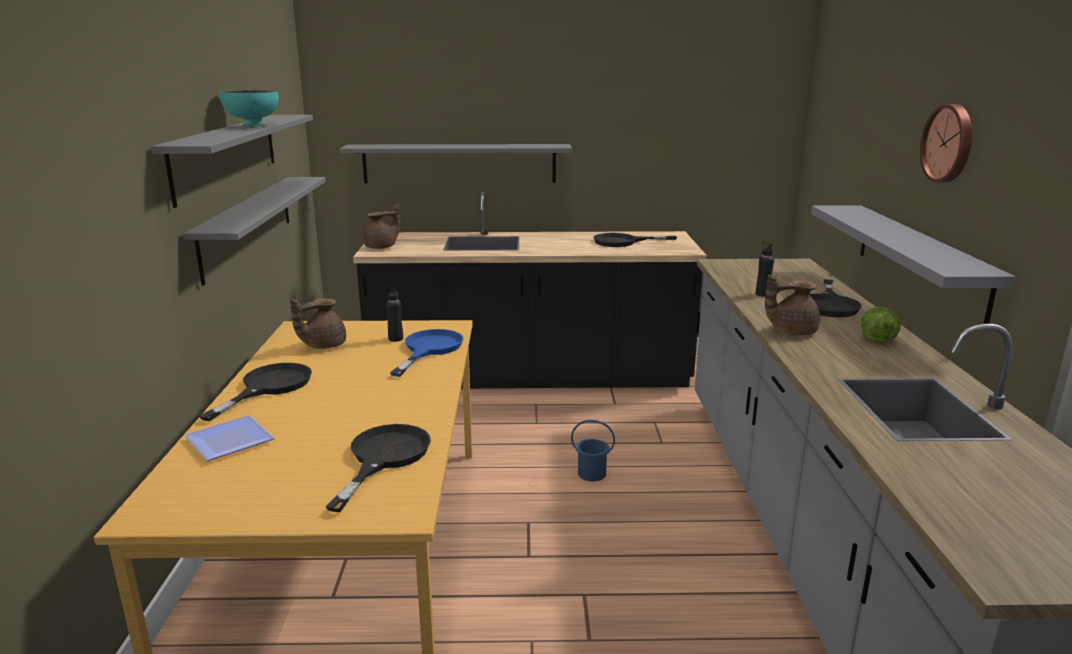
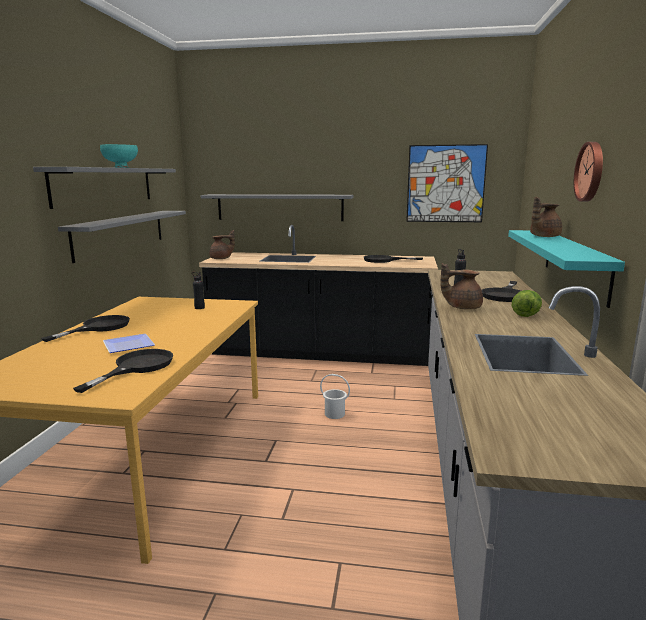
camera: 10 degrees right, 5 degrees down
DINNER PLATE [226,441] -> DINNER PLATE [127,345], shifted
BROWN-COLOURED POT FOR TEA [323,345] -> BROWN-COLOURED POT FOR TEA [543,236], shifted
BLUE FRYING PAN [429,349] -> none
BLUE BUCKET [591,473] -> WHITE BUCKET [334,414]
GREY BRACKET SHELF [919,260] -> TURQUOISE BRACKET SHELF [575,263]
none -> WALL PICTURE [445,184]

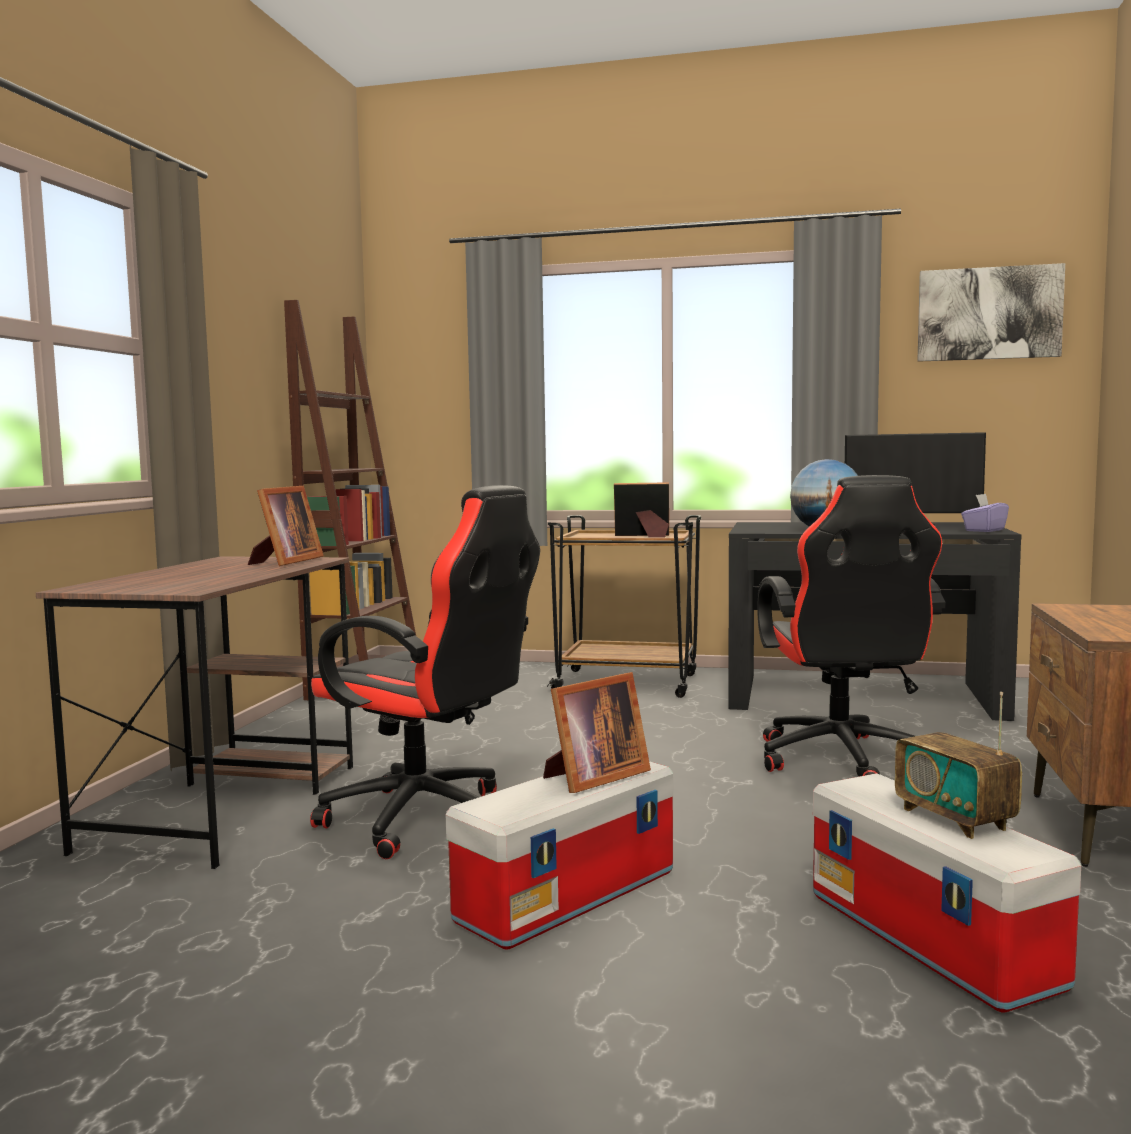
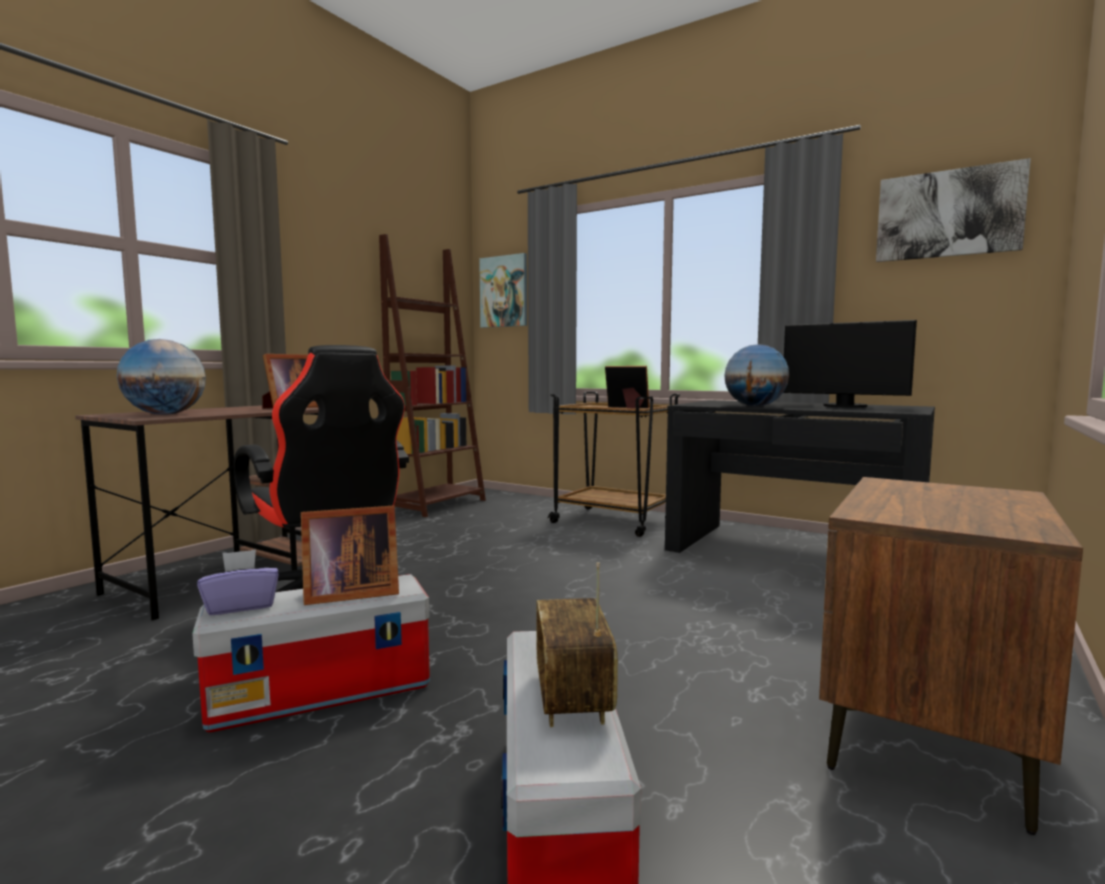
camera: 20 degrees right, 0 degrees up
BLACK-COLOURED DESK CHAIR [842,764] -> none
PURPLISH TISSUE HOLDER [984,530] -> PURPLISH TISSUE HOLDER [241,606], shifted
none -> WORLD GLOBE [165,414]
none -> WALL PICTURE [504,291]

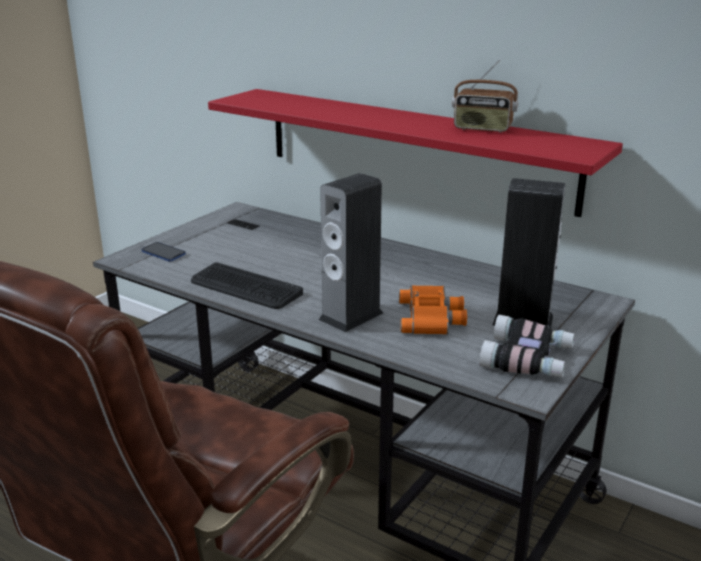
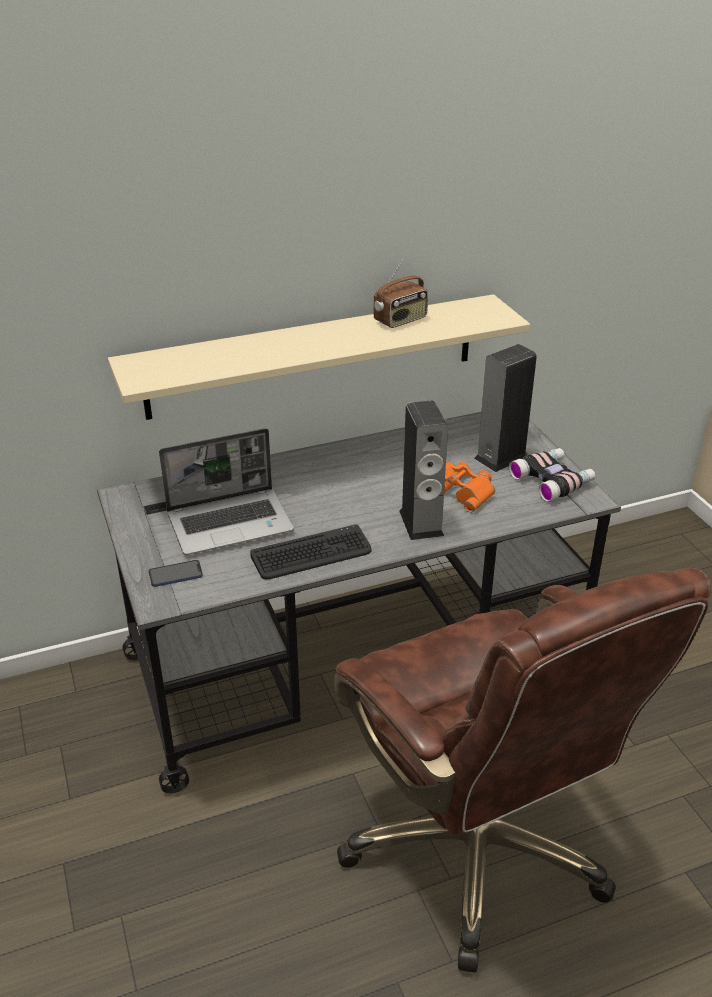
camera: 55 degrees left, 10 degrees up
RED-COLOURED BRACKET SHELF [414,148] -> BEIGE BRACKET SHELF [313,356]
none -> NOTEBOOK COMPUTER [231,522]

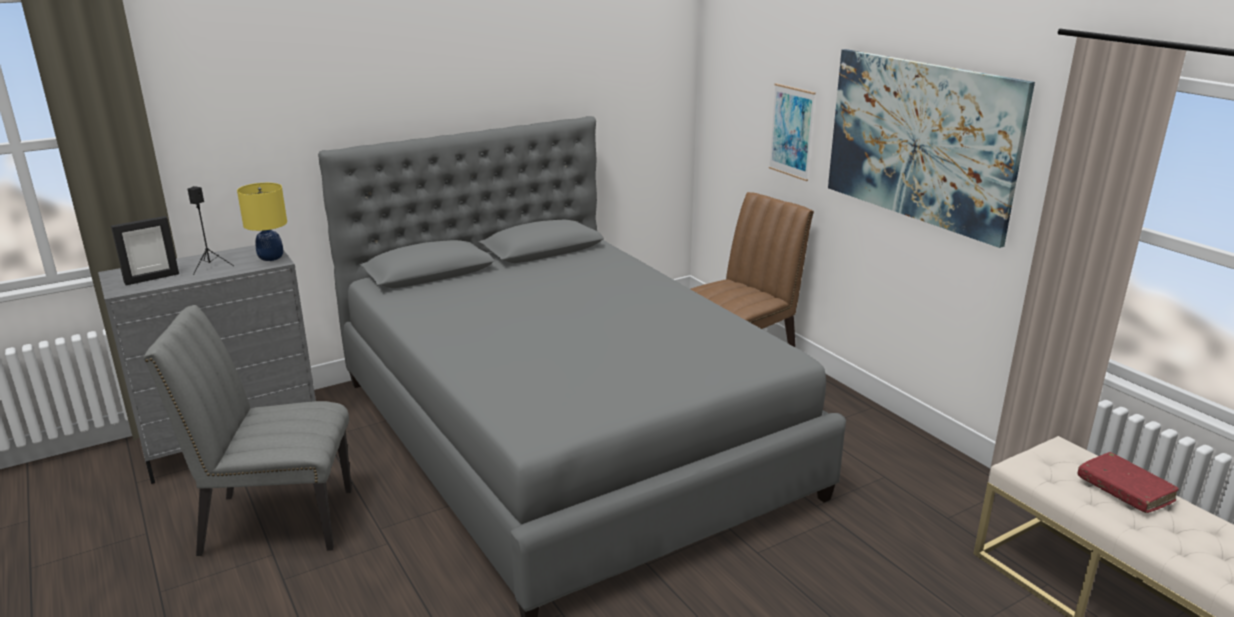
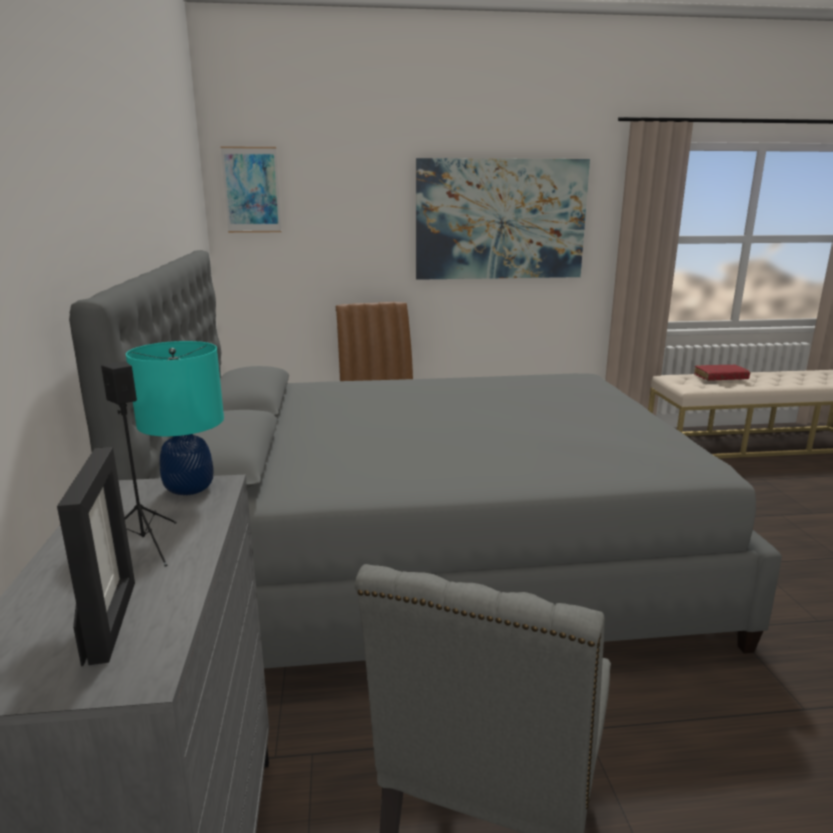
camera: 65 degrees left, 5 degrees down
YELLOW TABLE LAMP [270,258] -> TURQUOISE TABLE LAMP [187,490]
WALL PICTURE [791,131] -> WALL PICTURE [251,190], shifted

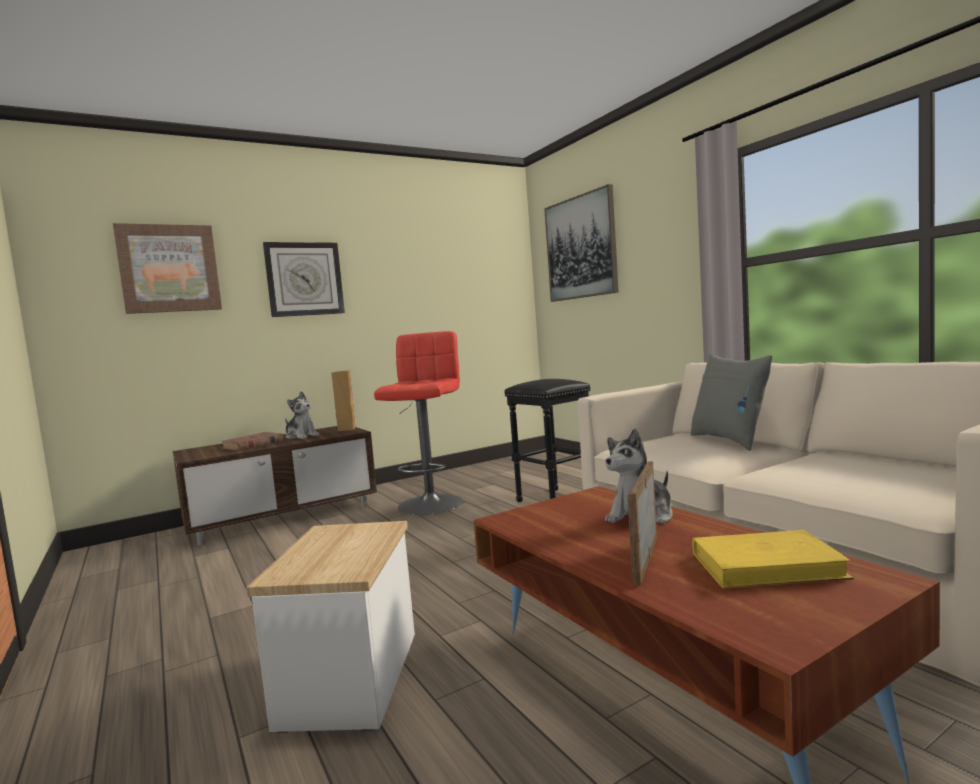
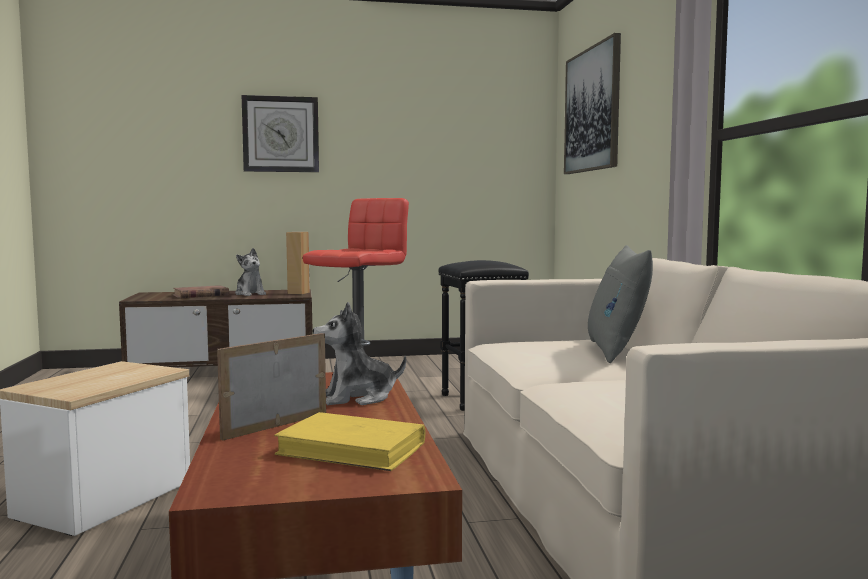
camera: 20 degrees right, 0 degrees up
WALL PICTURE [169,268] -> none

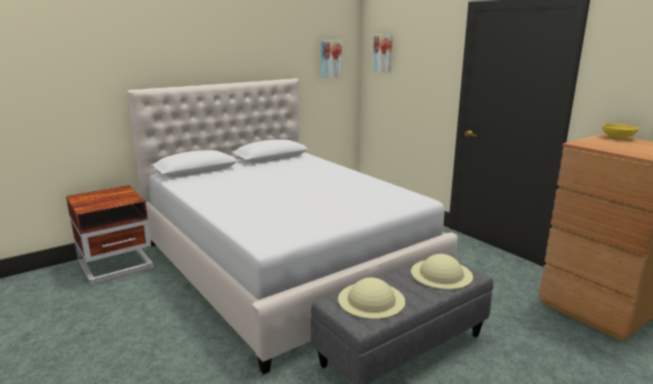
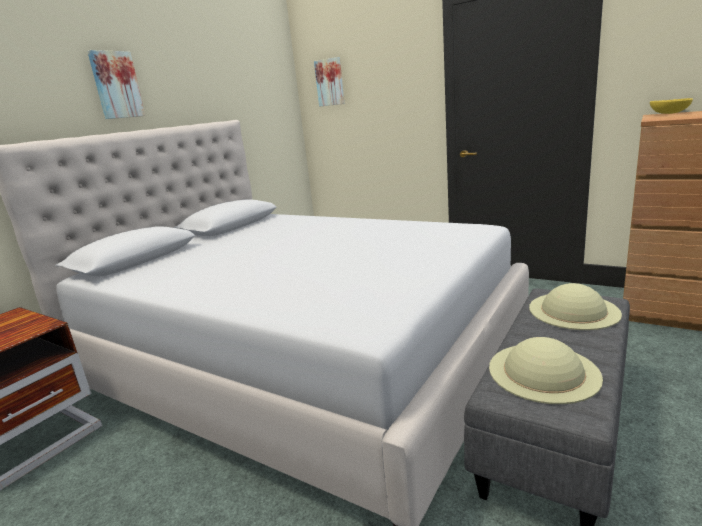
camera: 20 degrees left, 0 degrees up
WALL PICTURE [330,59] -> WALL PICTURE [116,85], shifted

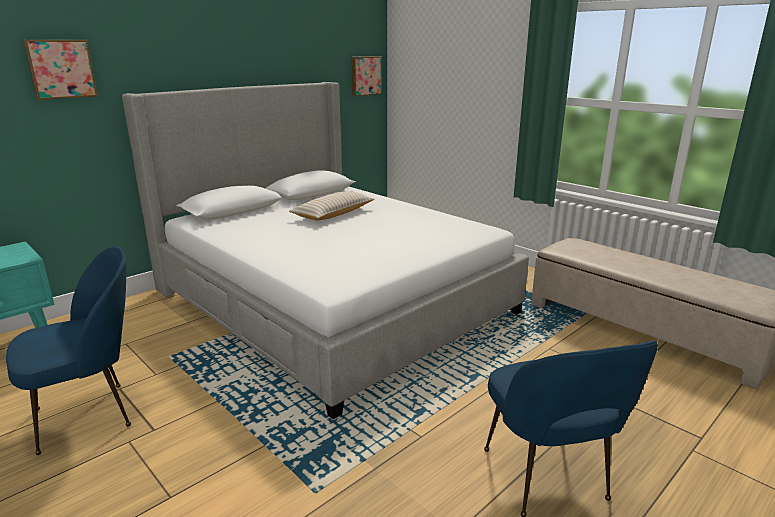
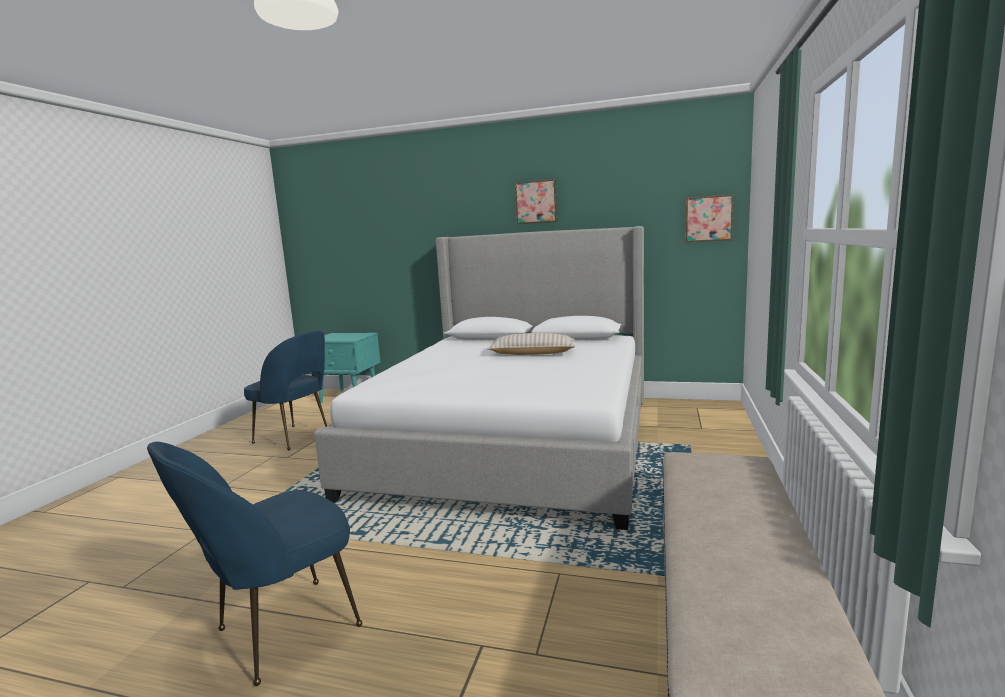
camera: 60 degrees right, 10 degrees down
WALL PICTURE [61,69] -> WALL PICTURE [536,202], shifted

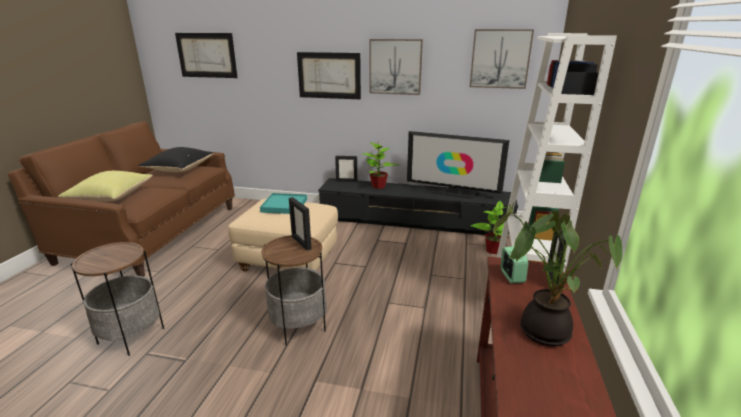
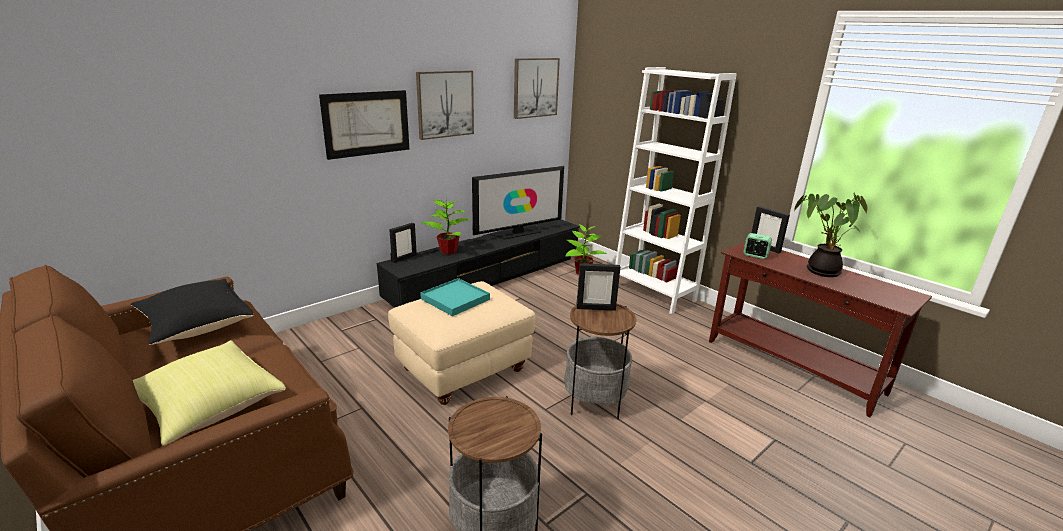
camera: 55 degrees left, 0 degrees up
WALL PICTURE [206,55] -> none

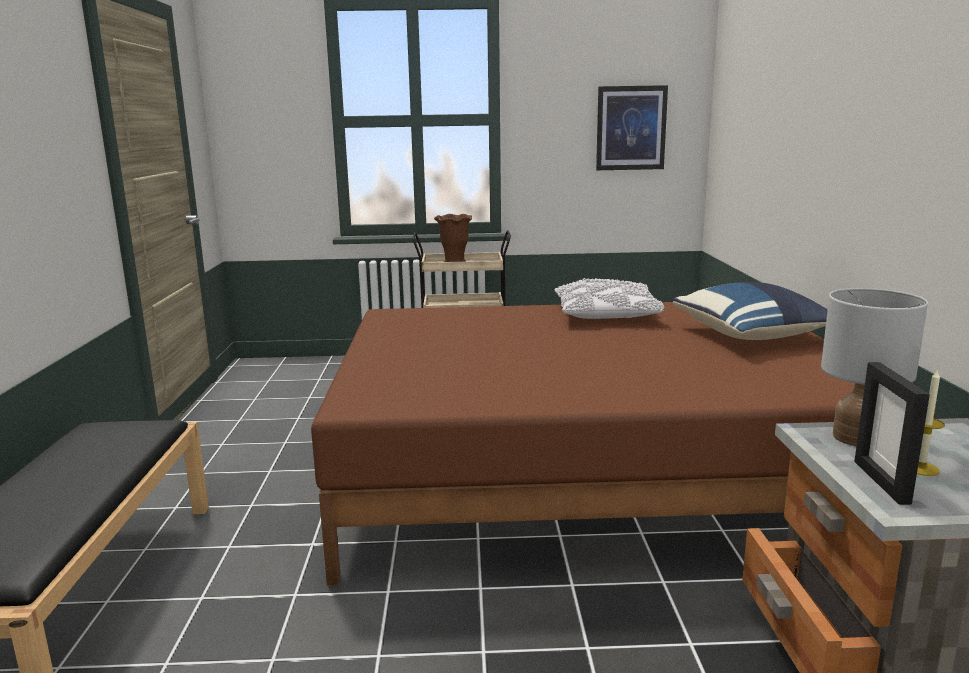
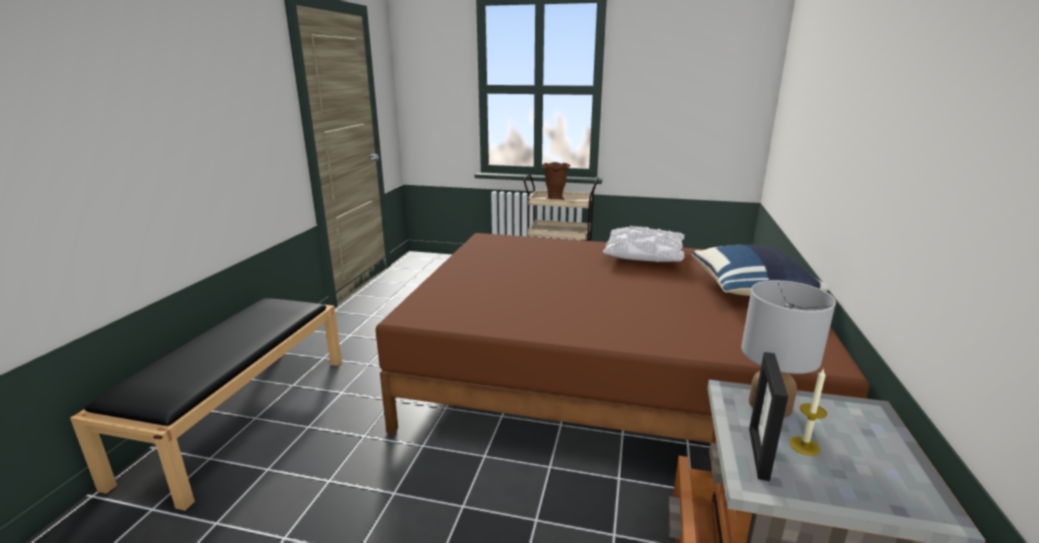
camera: 15 degrees right, 5 degrees up
WALL PICTURE [631,128] -> none

